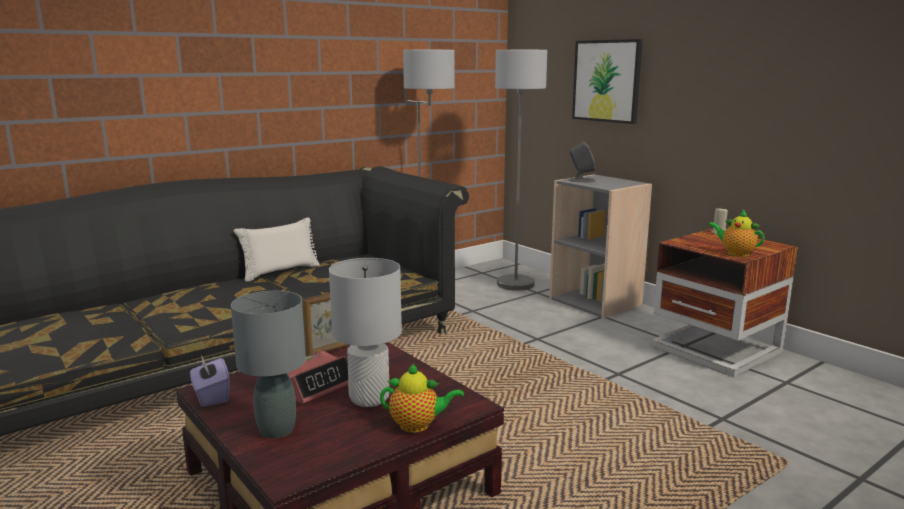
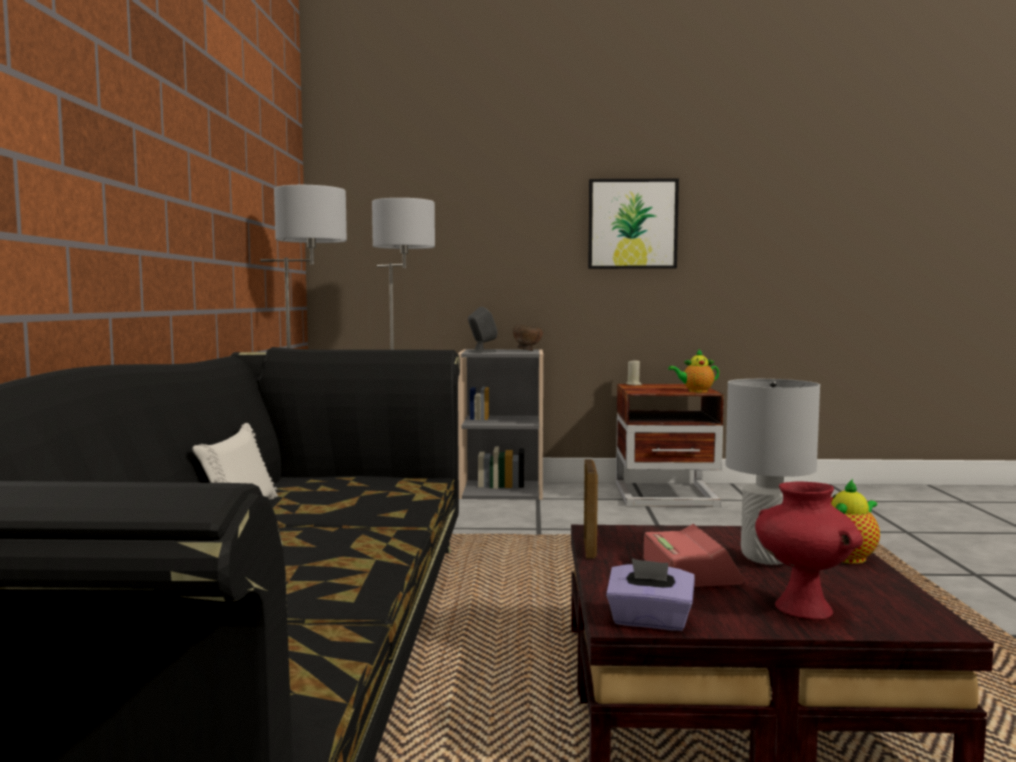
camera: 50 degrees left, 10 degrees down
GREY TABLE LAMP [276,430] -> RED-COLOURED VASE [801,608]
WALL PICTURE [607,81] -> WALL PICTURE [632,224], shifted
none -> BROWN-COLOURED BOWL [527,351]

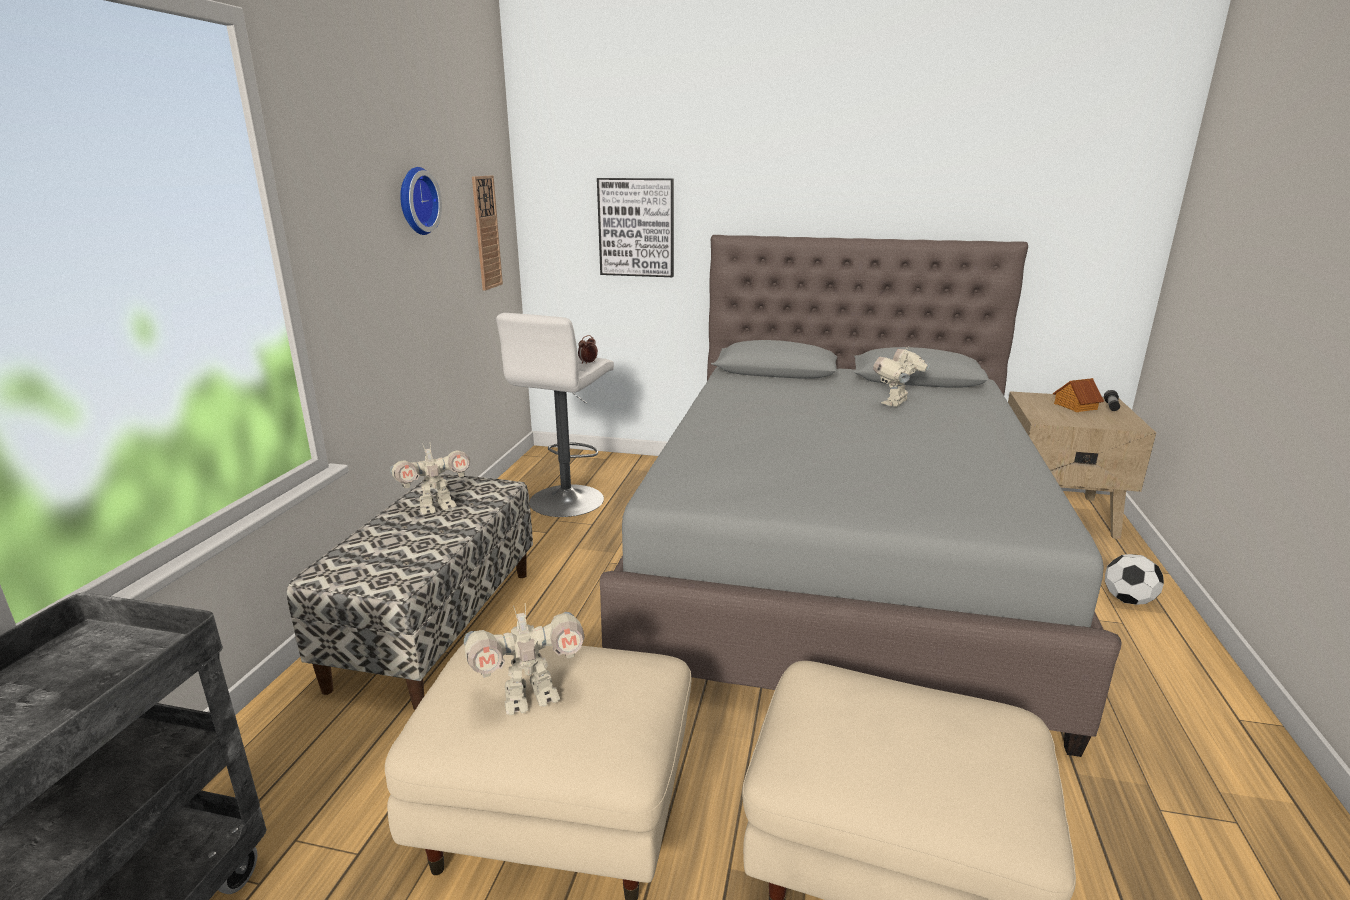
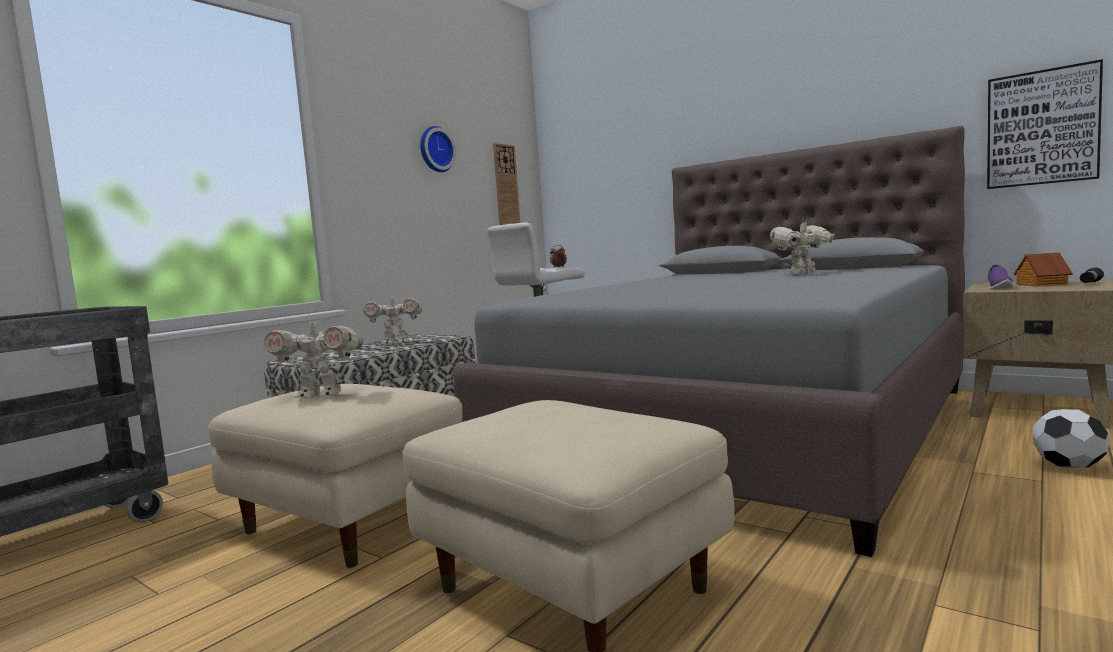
camera: 25 degrees right, 15 degrees down
WALL PICTURE [636,227] -> WALL PICTURE [1042,128], shifted
none -> PURPLISH LOW SHOE [998,288]

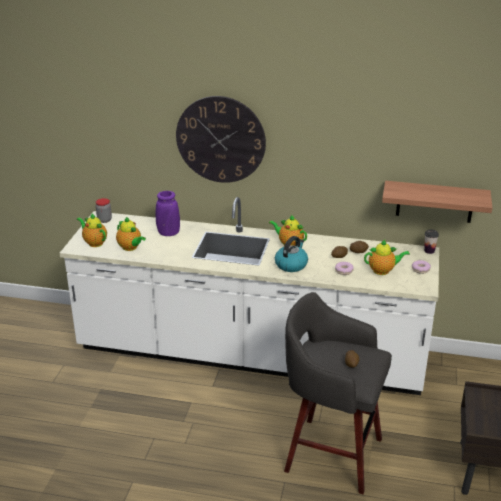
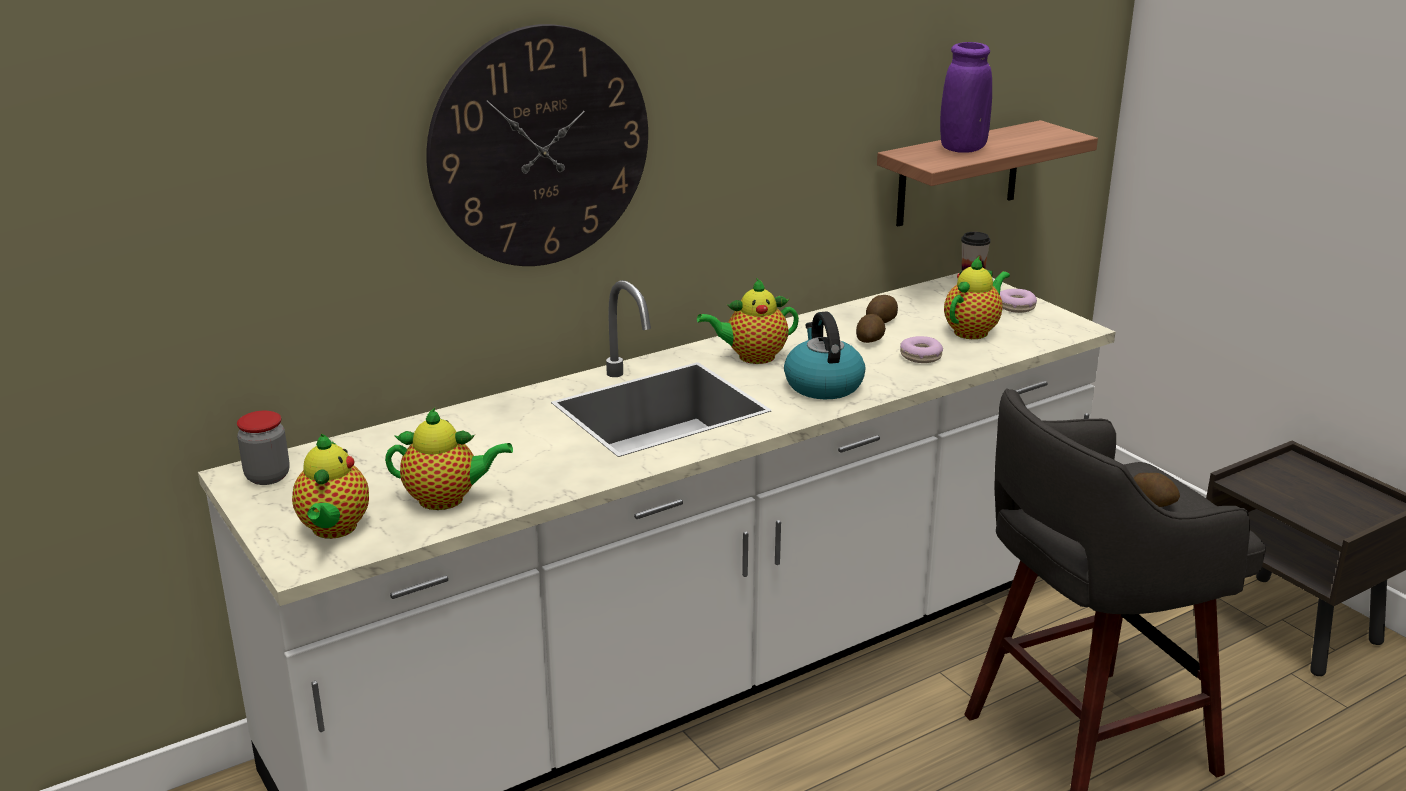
camera: 45 degrees left, 5 degrees down
POT FOR TEA [94,242] -> POT FOR TEA [333,530], 90 degrees counterclockwise
PURPLISH VASE [168,233] -> PURPLISH VASE [963,149], shifted

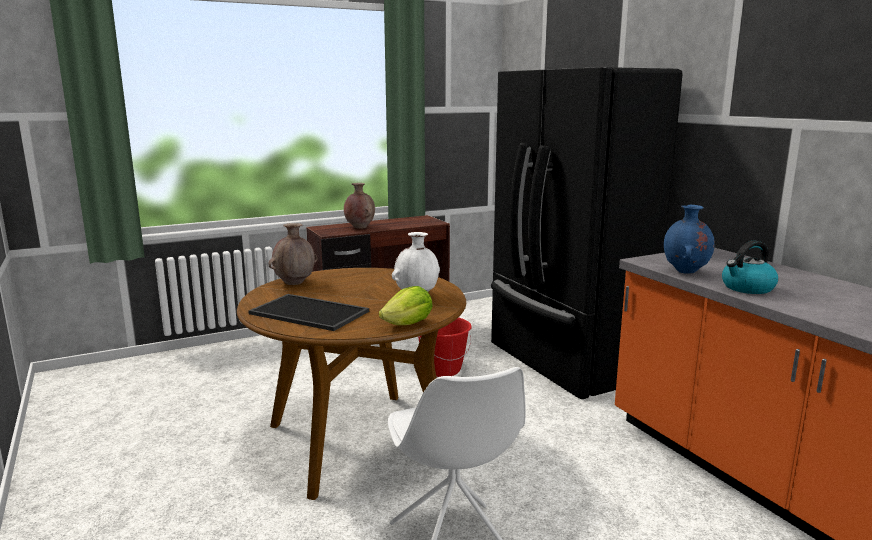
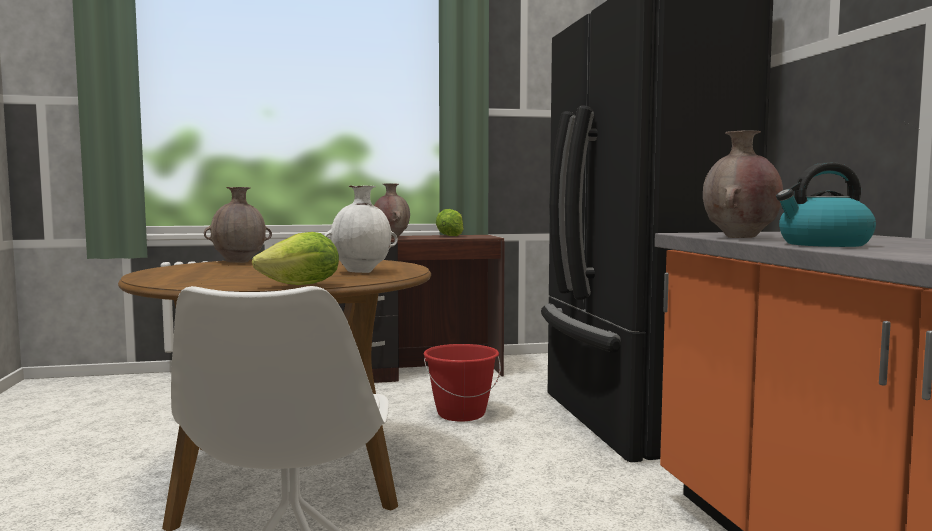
camera: 15 degrees right, 10 degrees down
CARRYING TRAY [311,312] -> none
BLUE VASE [686,272] -> BROWN-COLOURED VASE [740,237]
none -> LETTUCE HEAD [450,236]

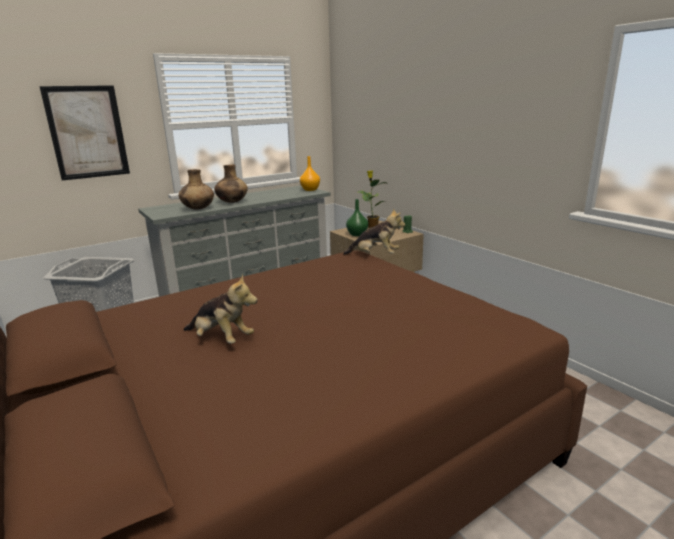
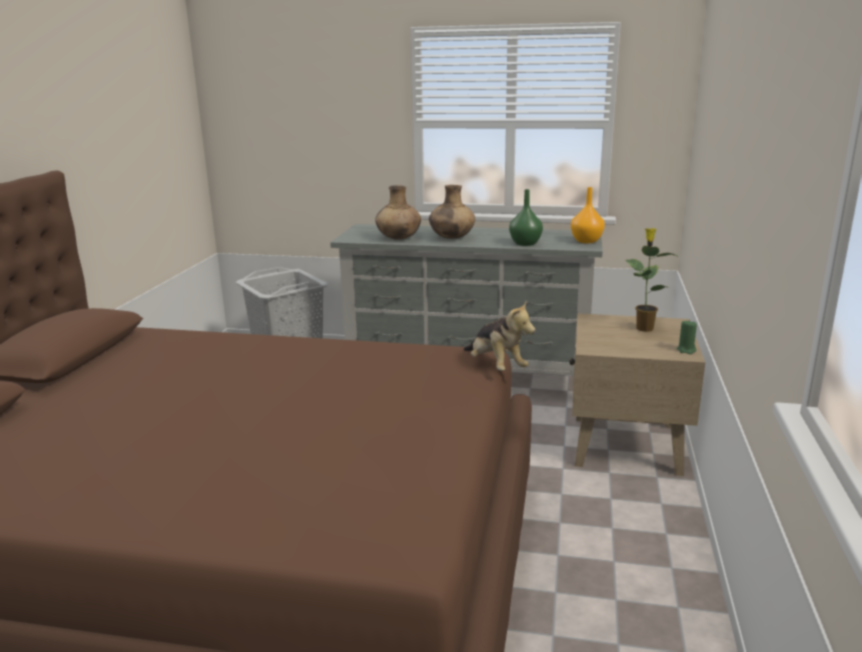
camera: 45 degrees right, 0 degrees up
WALL PICTURE [87,132] -> none
SOFT TOY [221,339] -> none
GREENISH VASE [357,234] -> GREENISH VASE [526,243], shifted

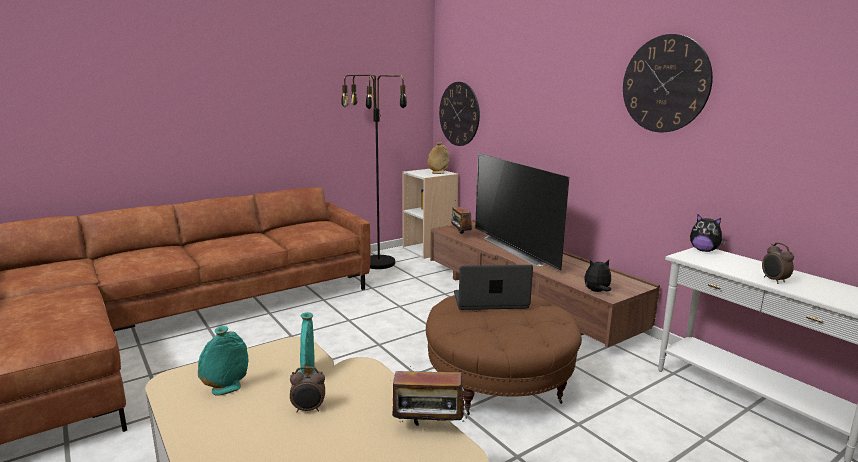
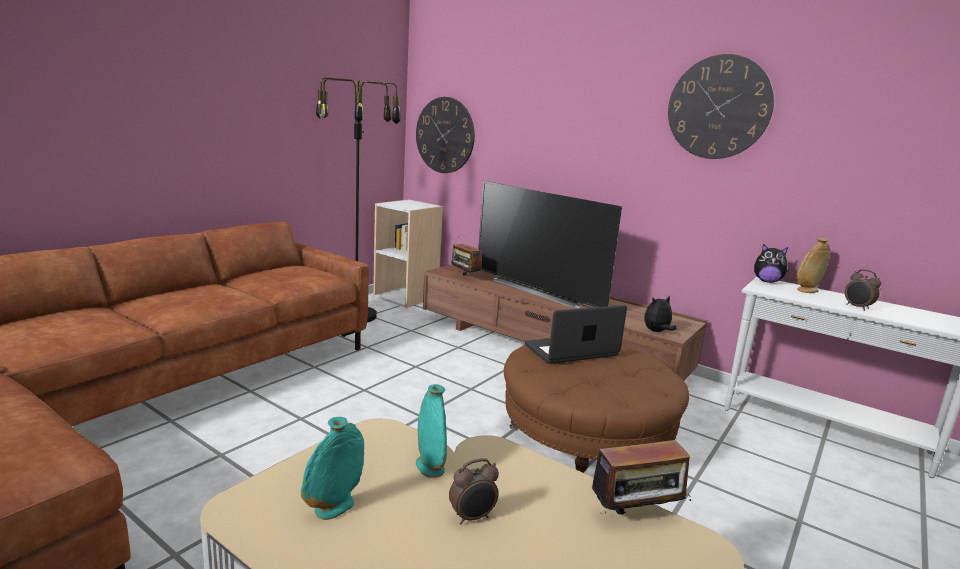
camera: 20 degrees left, 0 degrees up
BEIGE VASE [438,173] -> BEIGE VASE [807,291], shifted

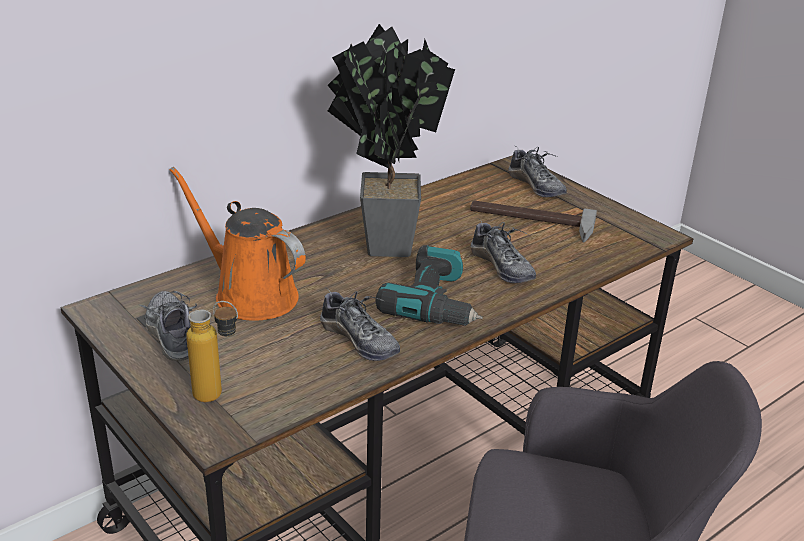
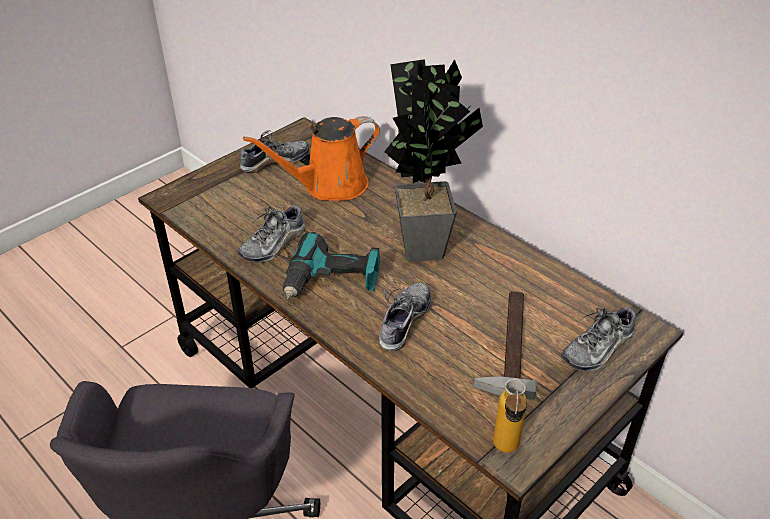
camera: 85 degrees right, 10 degrees up
ORANGE-COLOURED SPRINKLING CAN [250,294] -> ORANGE-COLOURED SPRINKLING CAN [330,186], 150 degrees counterclockwise
DRINK BOTTLE [218,396] -> DRINK BOTTLE [505,452], shifted
LOW SHOE [502,266] -> LOW SHOE [404,322], 150 degrees clockwise

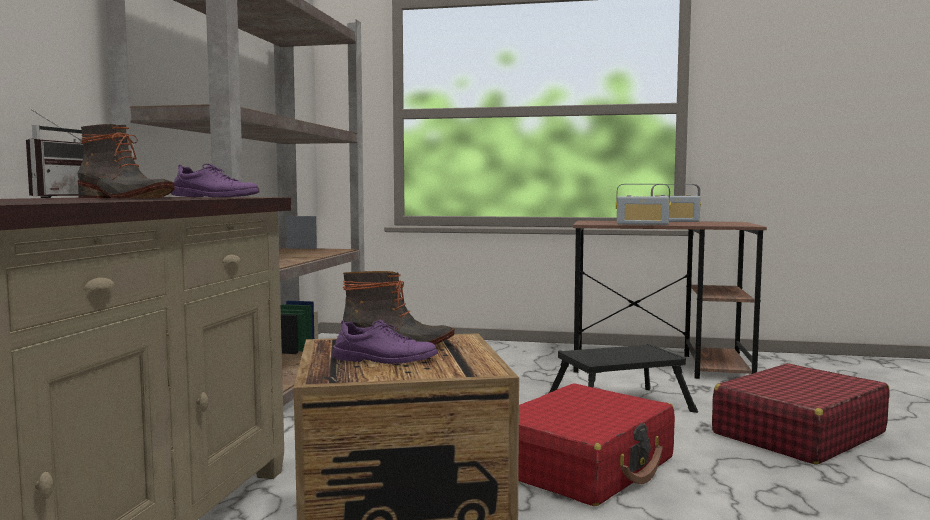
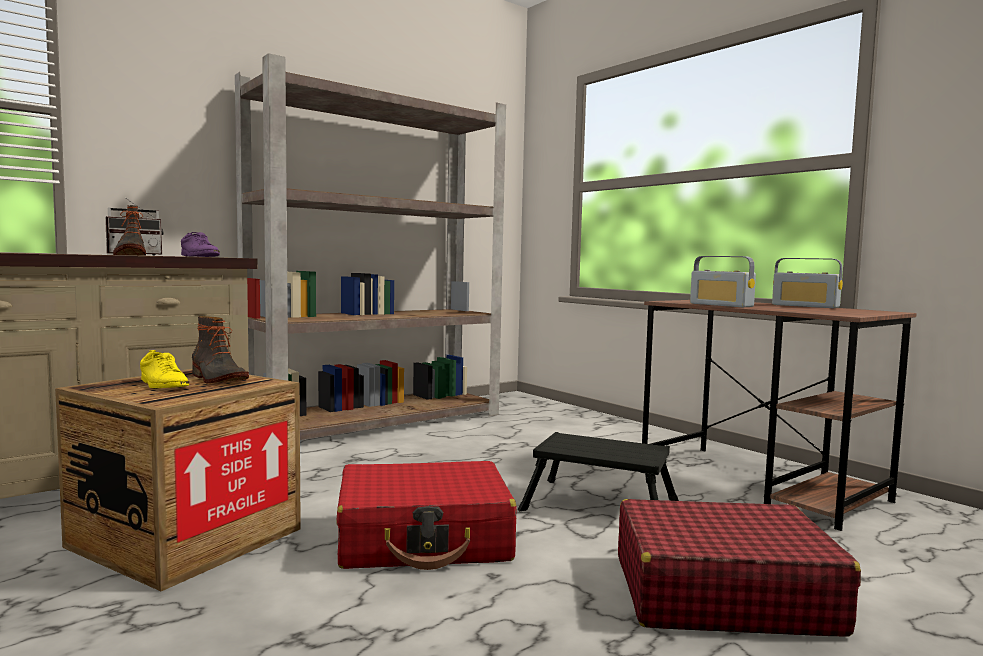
camera: 40 degrees right, 0 degrees up
PURPLISH LOW SHOE [384,359] -> YELLOW LOW SHOE [163,384]

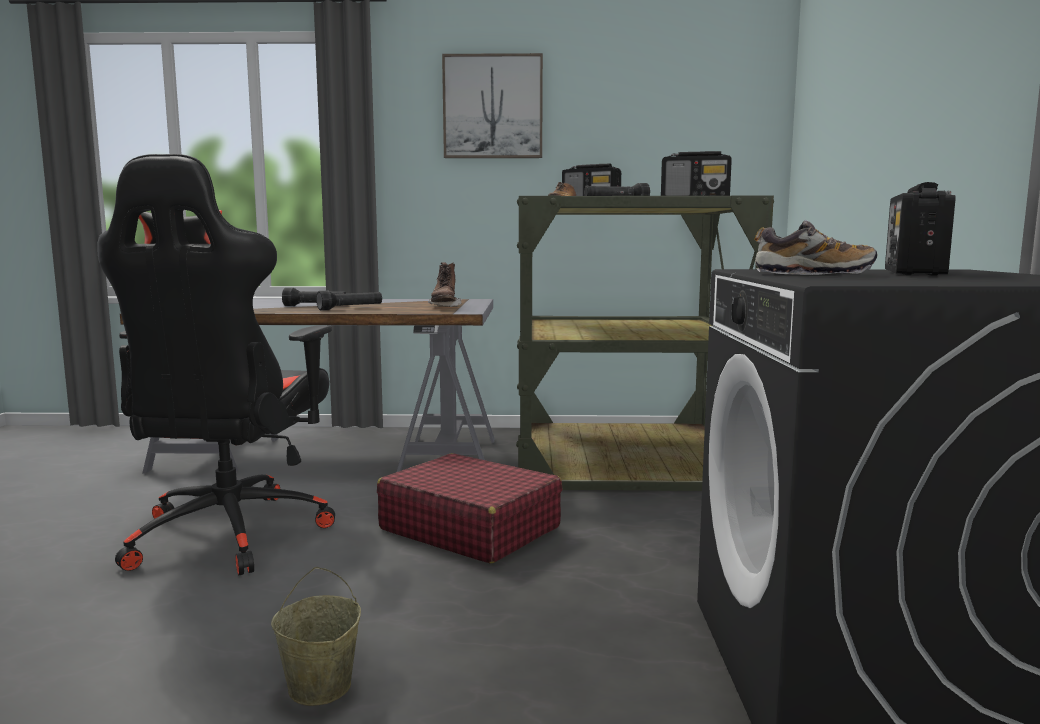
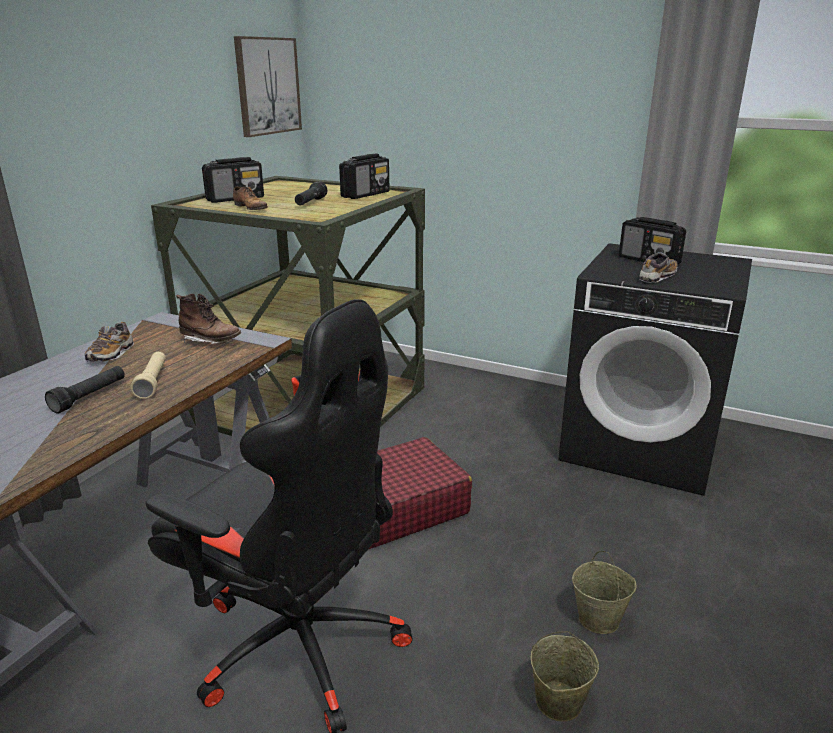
camera: 65 degrees left, 15 degrees up
BLACK-COLOURED FLASHLIGHT [350,308] -> BEIGE FLASHLIGHT [153,382]
WALL PICTURE [493,107] -> WALL PICTURE [267,86], shifted
none -> LOW SHOE [111,354]
none -> BEIGE BUCKET [558,702]

